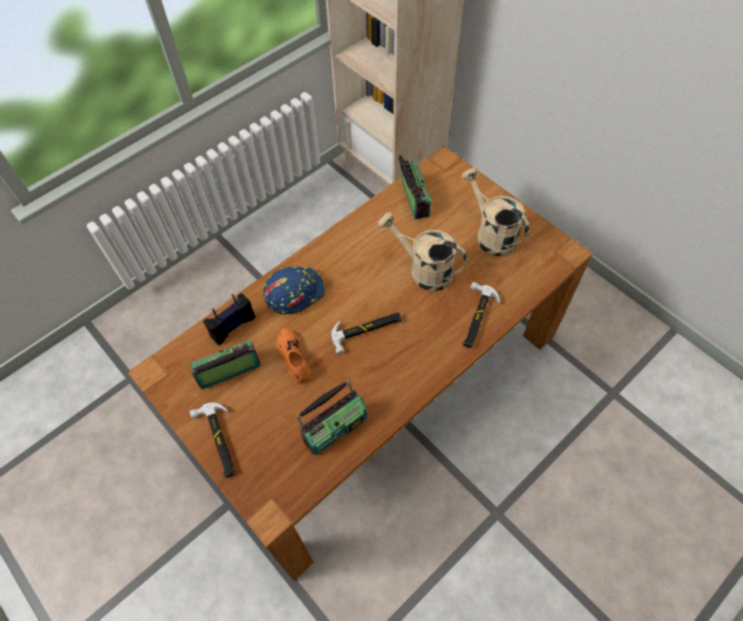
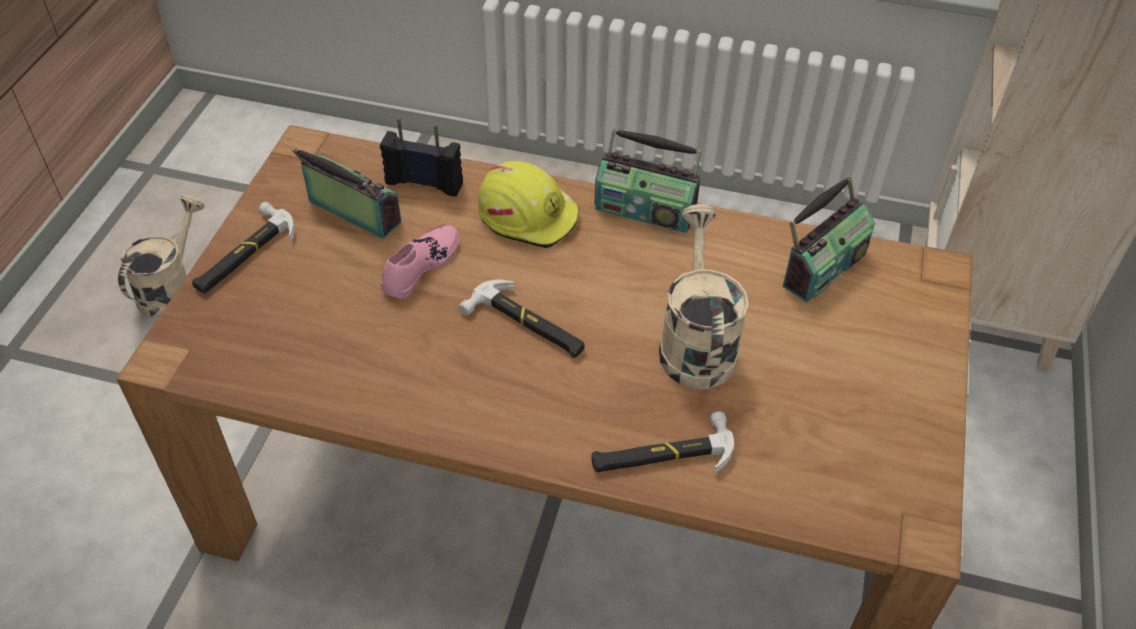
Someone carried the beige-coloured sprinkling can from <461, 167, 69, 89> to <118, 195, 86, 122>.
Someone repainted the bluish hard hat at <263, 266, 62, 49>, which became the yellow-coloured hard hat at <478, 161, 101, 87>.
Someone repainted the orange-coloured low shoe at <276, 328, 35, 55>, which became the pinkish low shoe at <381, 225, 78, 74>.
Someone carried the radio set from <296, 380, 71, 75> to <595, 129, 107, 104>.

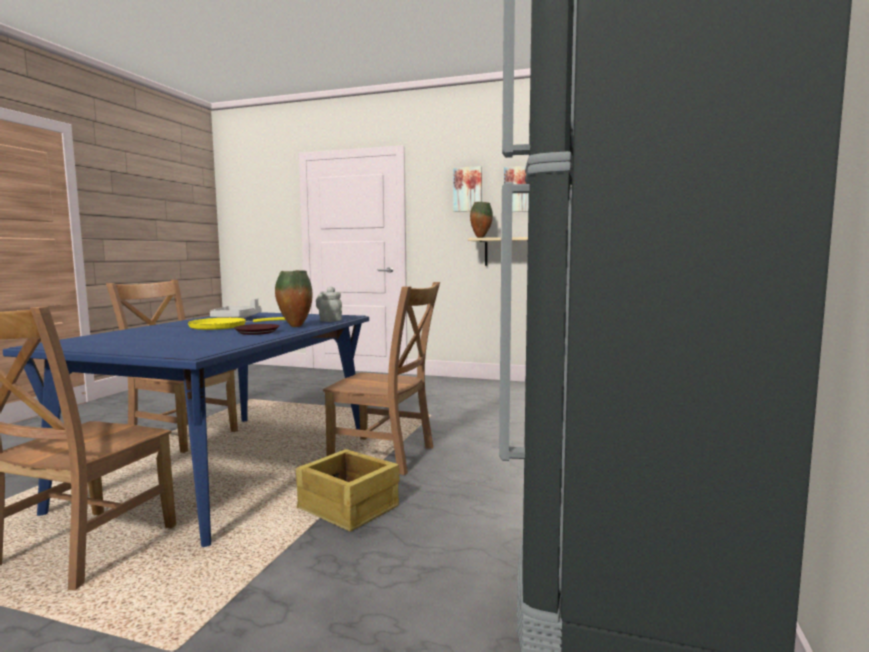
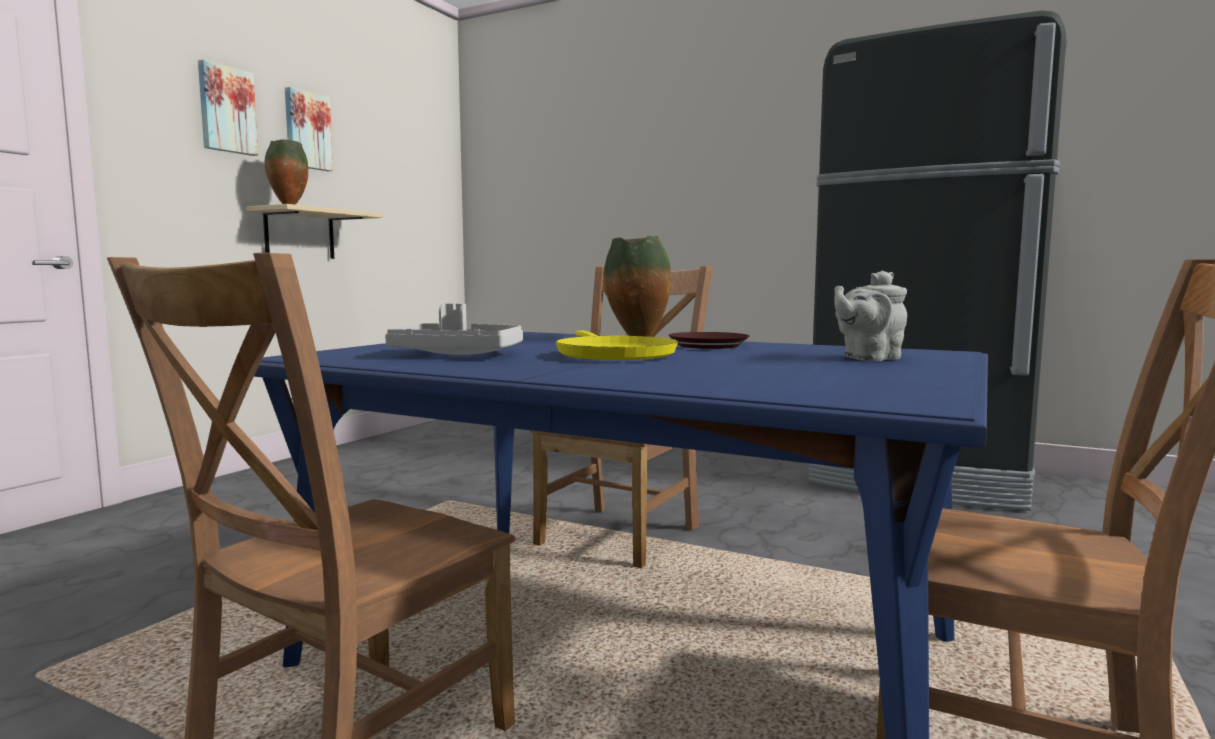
Someone carried the greyish pot for tea from <316, 286, 26, 36> to <834, 270, 73, 91>.
Someone took away the crate at <296, 449, 103, 82>.

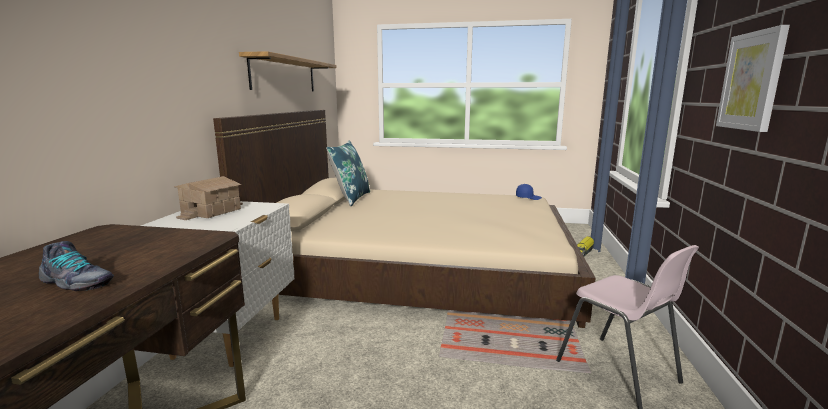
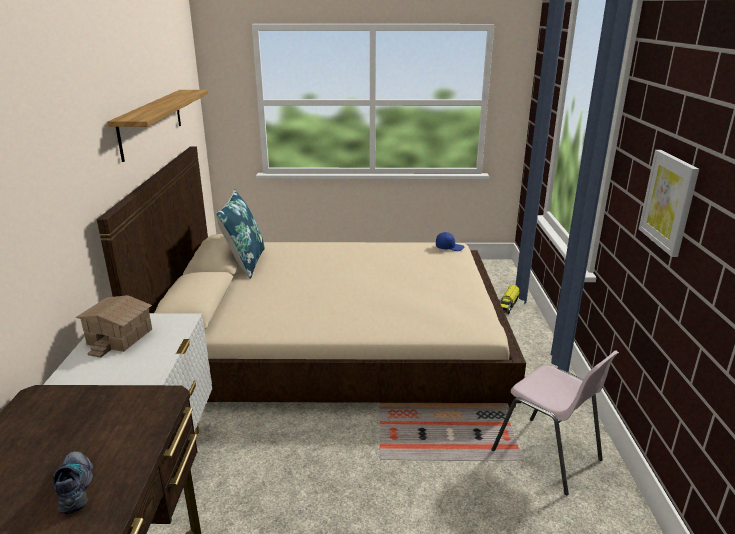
Someone rotated the low shoe at <39, 241, 75, 50> by 120 degrees counterclockwise.

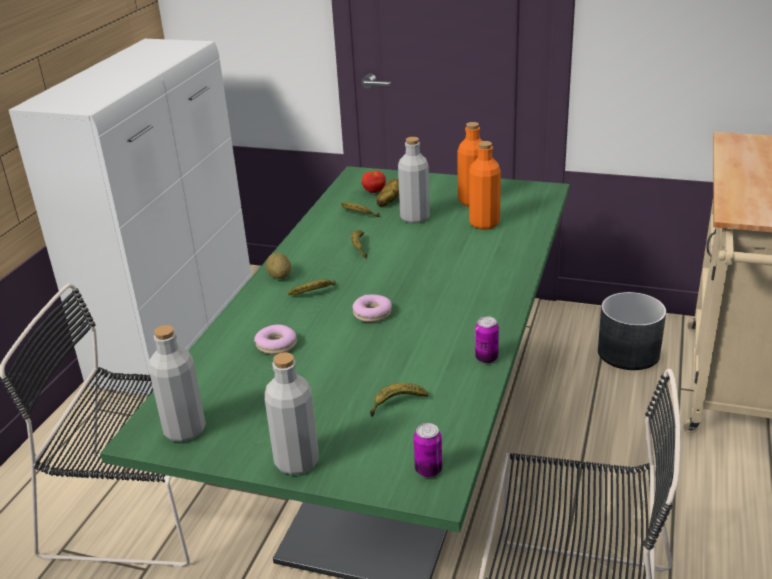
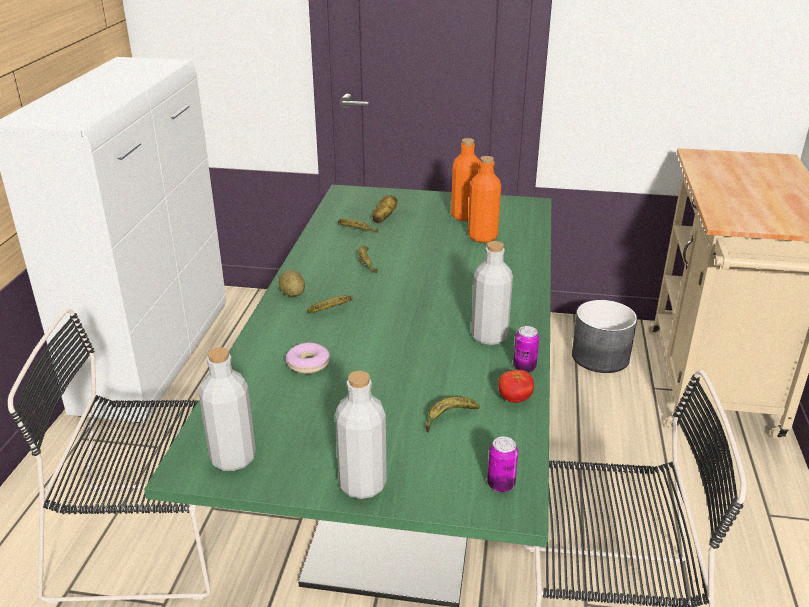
Someone carried the greyish beverage bottle from <398, 137, 32, 87> to <471, 241, 42, 104>.
Someone carried the whole tomato from <362, 171, 24, 22> to <498, 370, 36, 33>.
Someone took away the doughnut at <353, 295, 39, 27>.

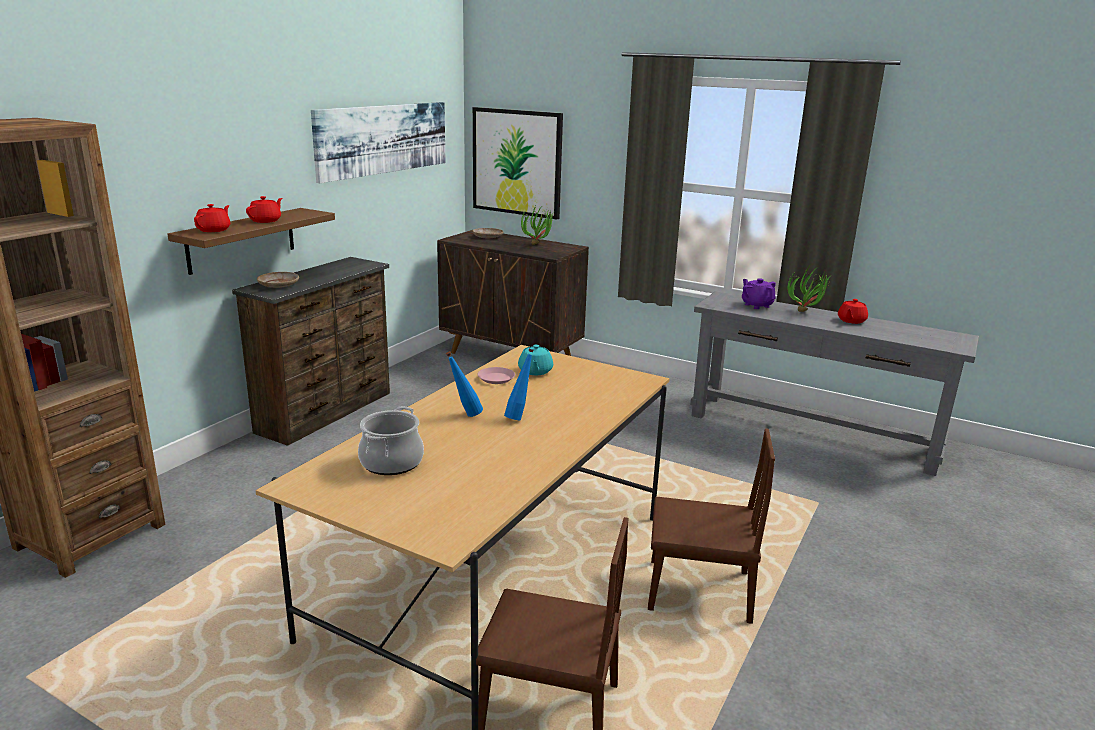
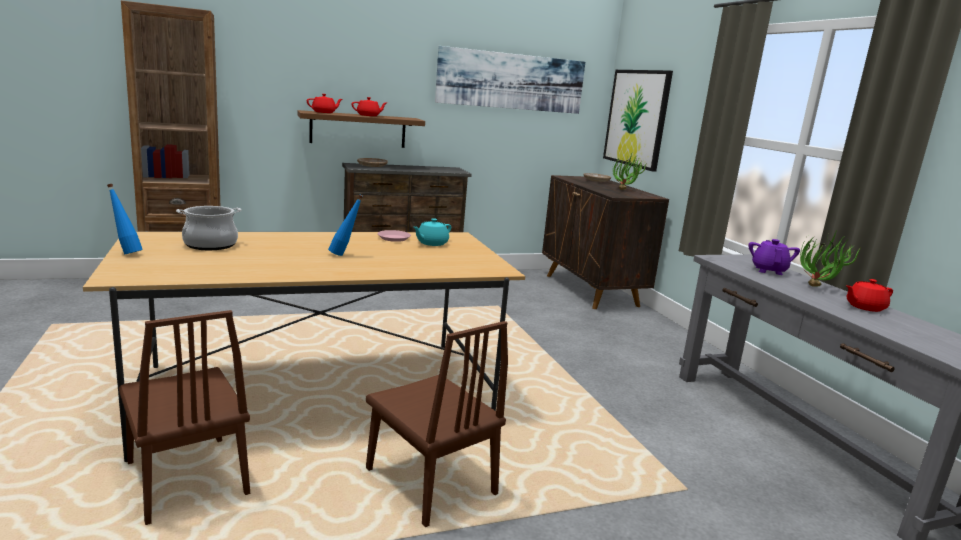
Someone carried the bluish beverage bottle from <446, 351, 37, 66> to <107, 184, 36, 71>.

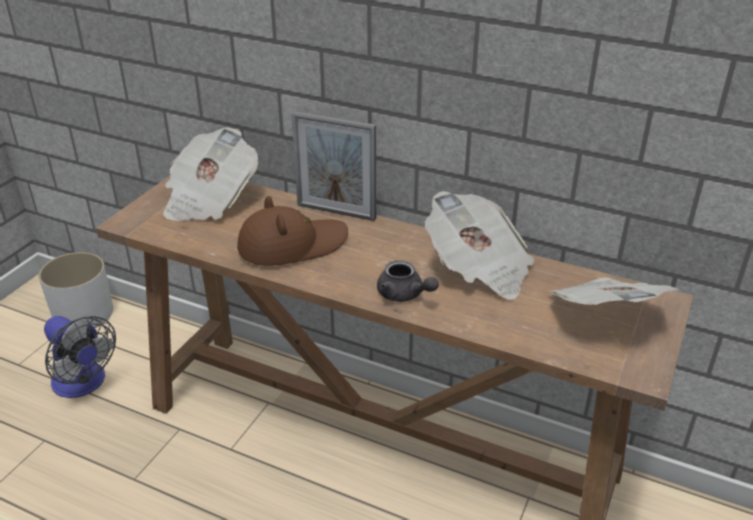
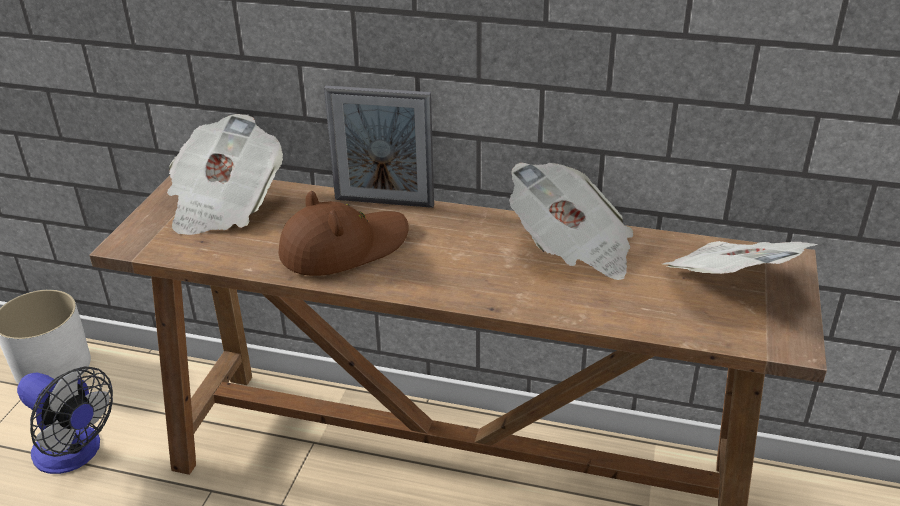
Someone took away the greyish pot for tea at <377, 260, 62, 42>.

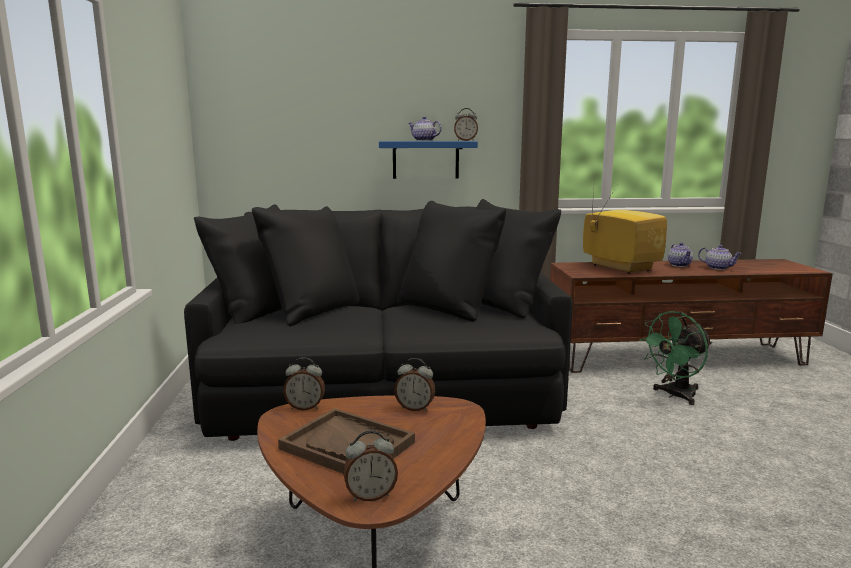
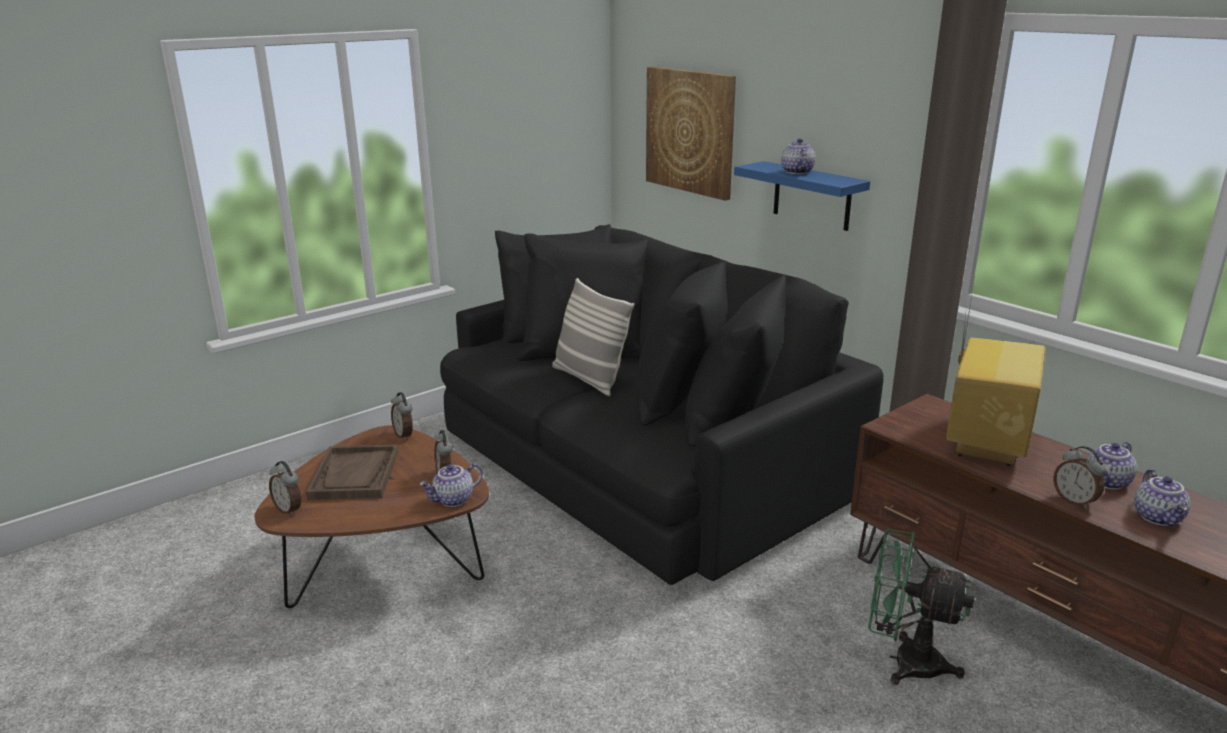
Someone carried the table clock from <454, 108, 24, 33> to <1053, 446, 53, 63>.
Someone put up the wall art at <646, 67, 90, 134>.
Someone put down the cushion at <552, 278, 82, 118>.
Someone put down the pot for tea at <419, 463, 64, 44>.

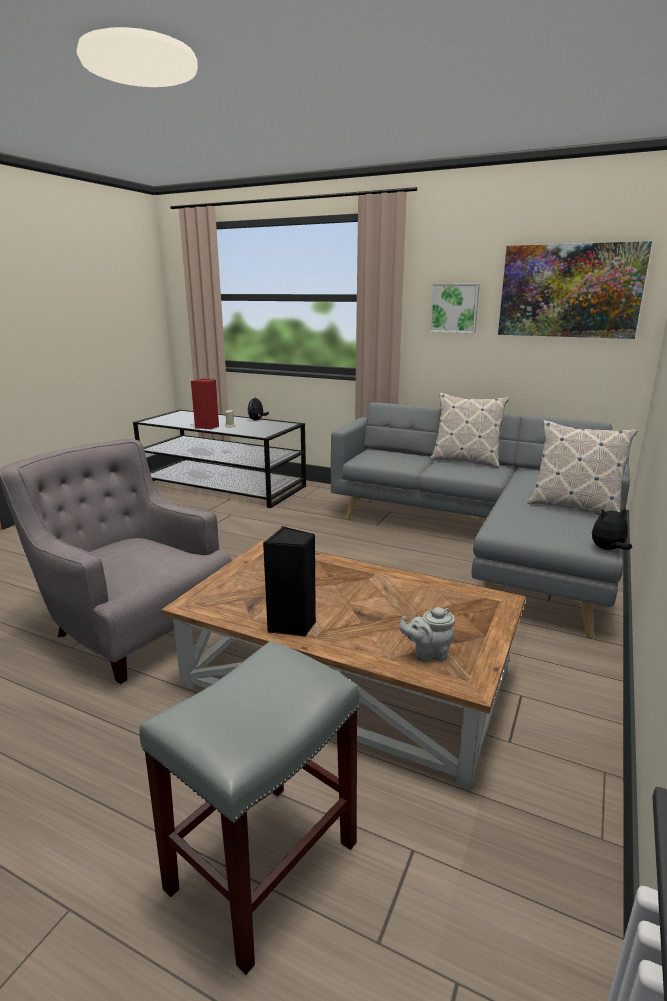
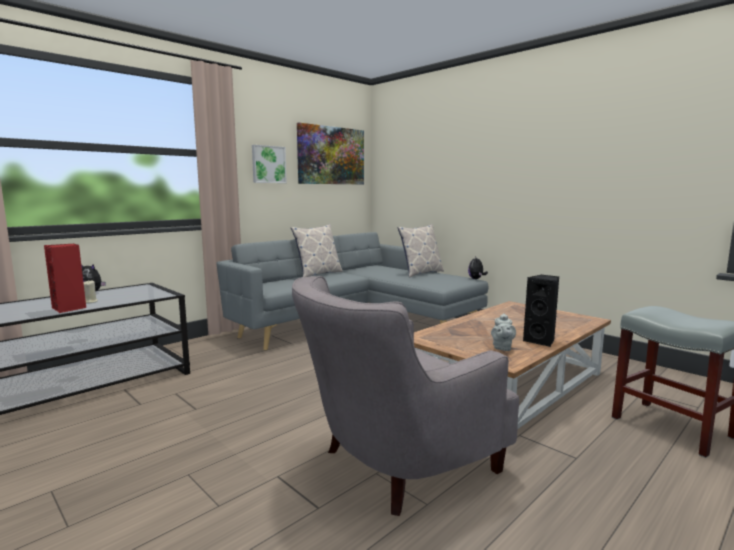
Someone carried the greyish pot for tea from <399, 607, 56, 55> to <491, 313, 25, 38>.

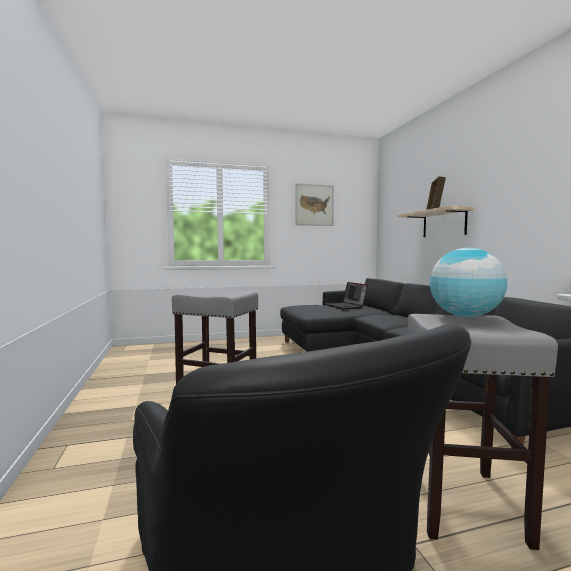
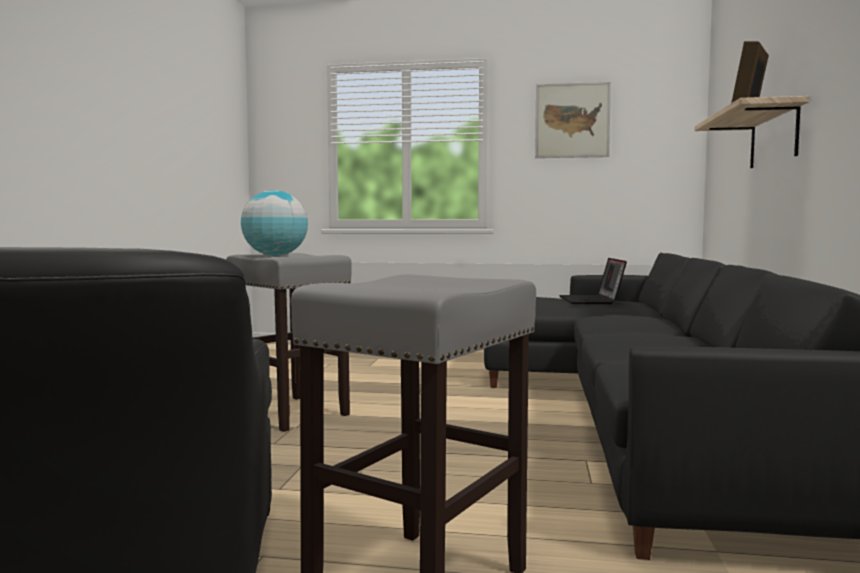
Someone carried the desk globe from <430, 248, 77, 69> to <241, 190, 67, 66>.

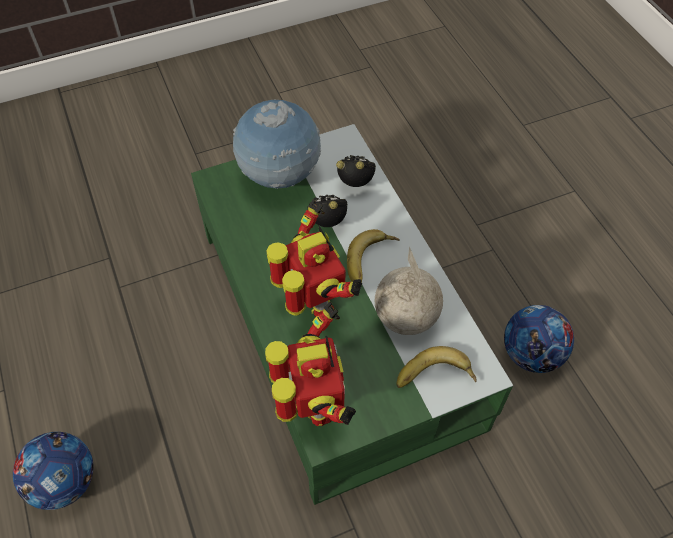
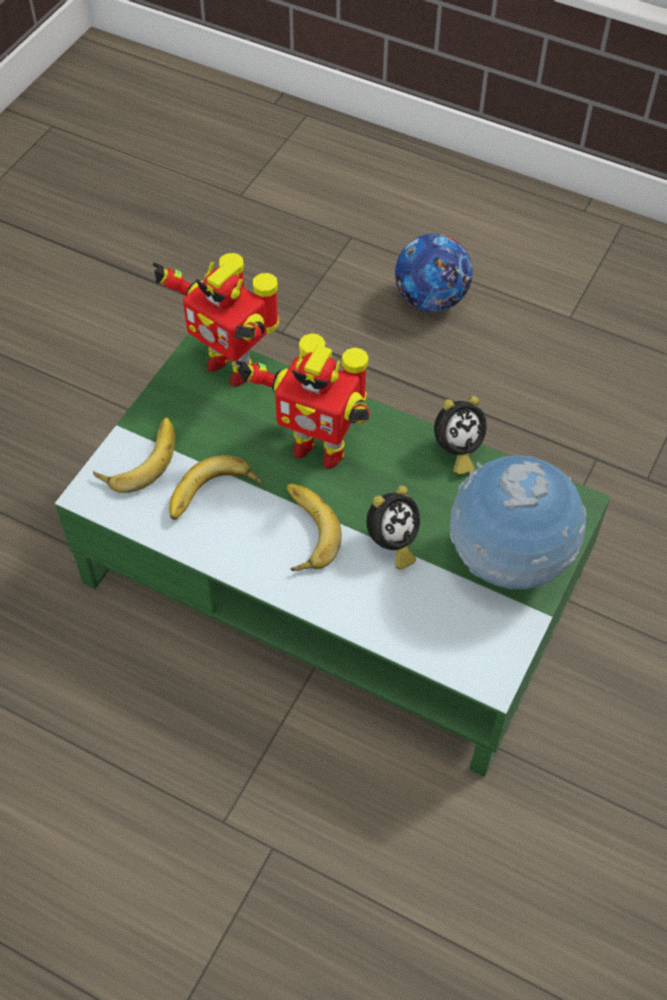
Someone carried the table clock from <336, 155, 40, 32> to <434, 396, 53, 78>.
Someone swapped the desk globe at <375, 246, 68, 89> for the whole banana at <169, 455, 93, 65>.
Someone took away the football ball at <504, 305, 70, 68>.

